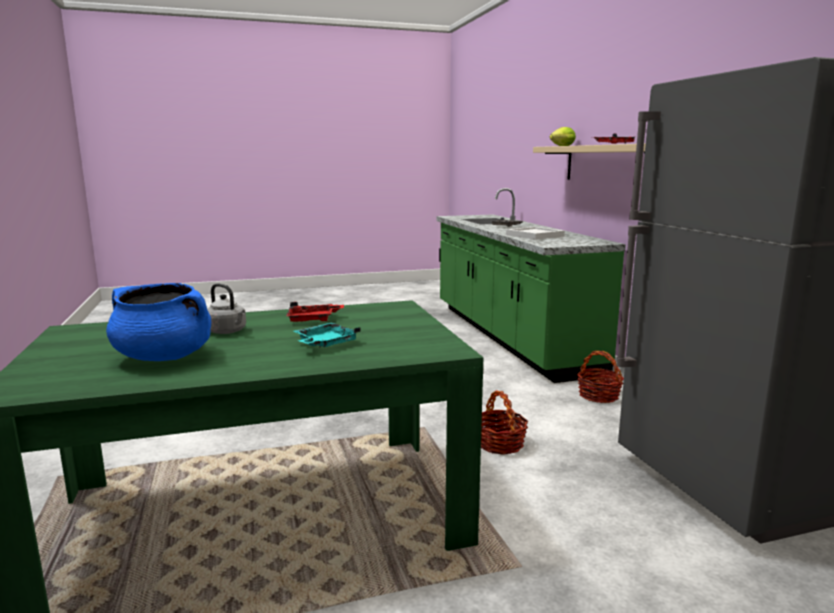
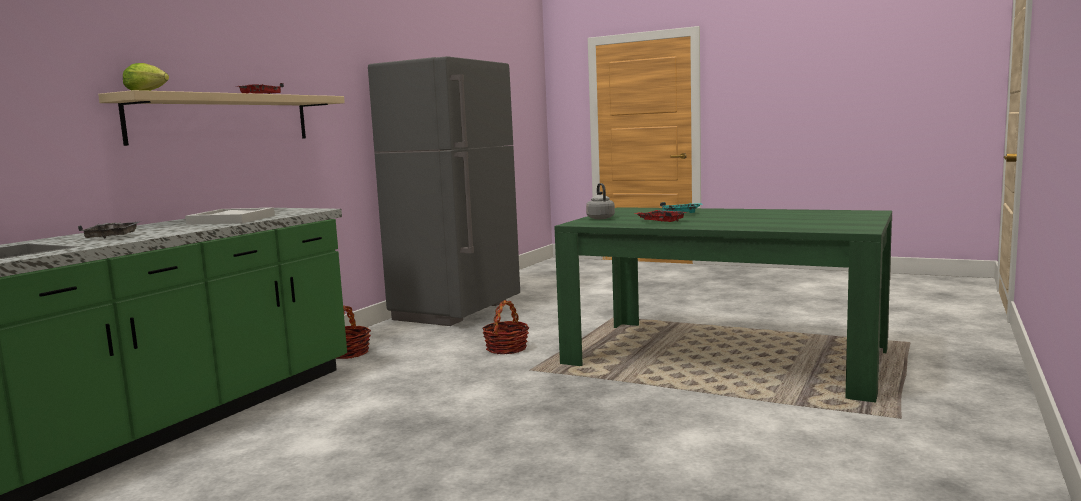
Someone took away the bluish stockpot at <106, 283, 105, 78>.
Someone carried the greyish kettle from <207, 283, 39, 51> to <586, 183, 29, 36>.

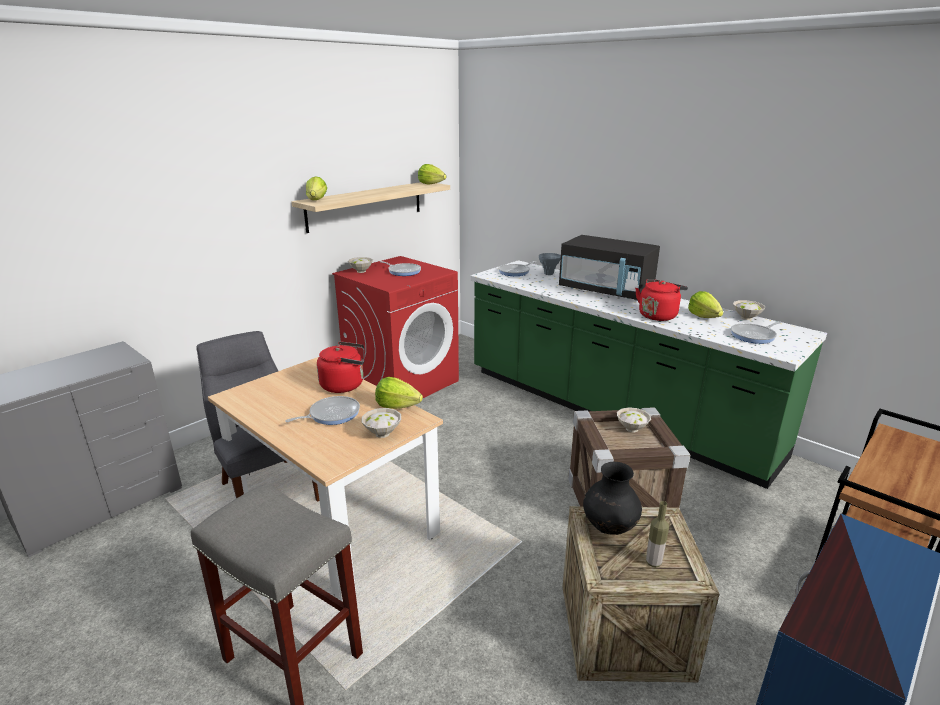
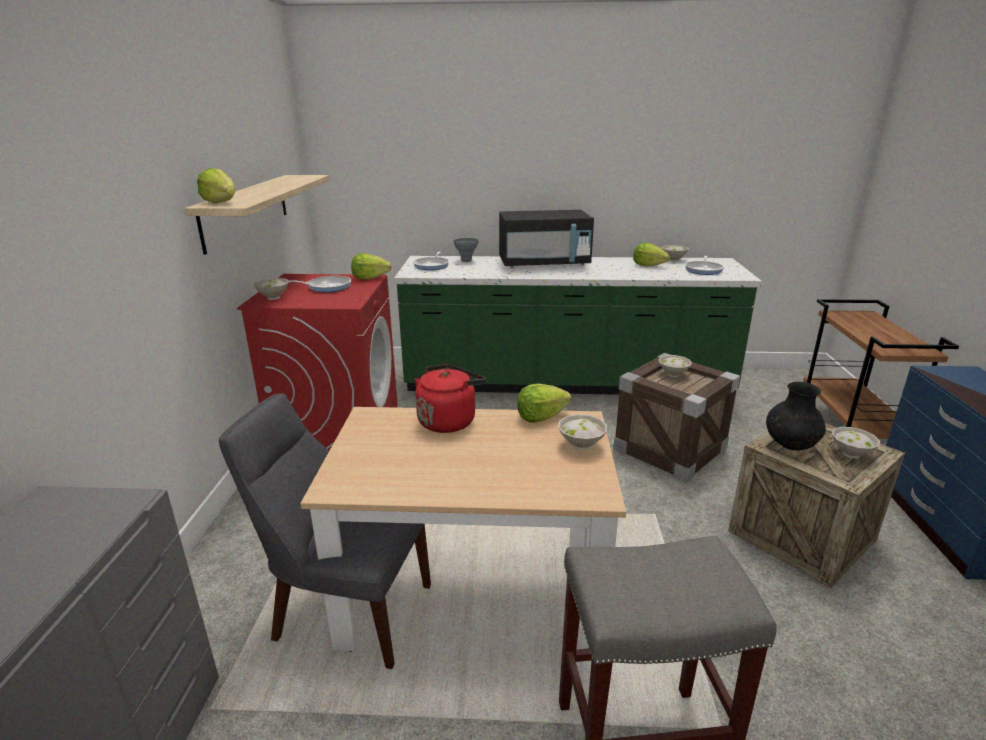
Someone carried the lettuce head from <418, 164, 28, 21> to <351, 253, 41, 27>.
Someone took away the red-coloured kettle at <635, 279, 53, 42>.
Someone took away the pan at <285, 396, 75, 29>.
Someone swapped the beverage bottle at <646, 501, 23, 66> for the white-coloured bowl at <832, 427, 48, 31>.

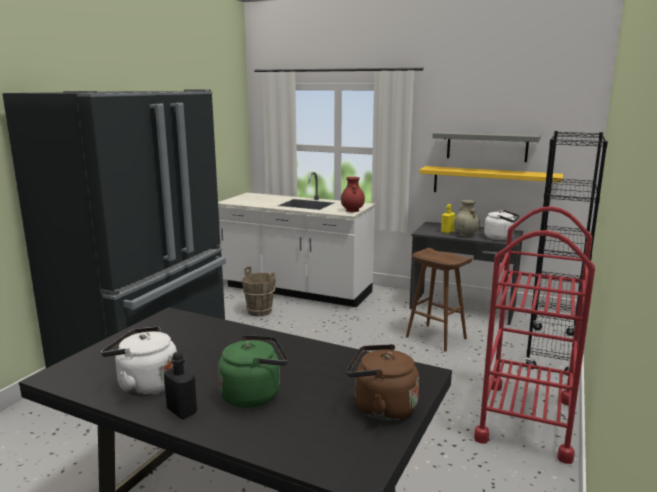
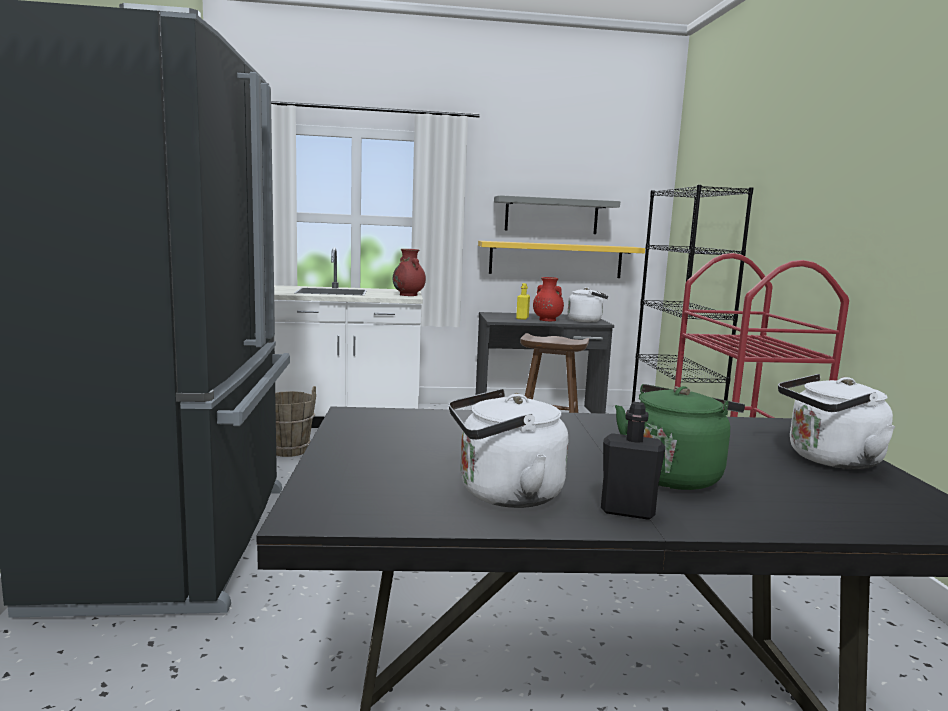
Someone repainted the beige-coloured decorative vase at <454, 200, 26, 37>, which became the red-coloured decorative vase at <533, 277, 31, 44>.
Someone repainted the brown-coloured kettle at <346, 344, 73, 77>, which became the white-coloured kettle at <778, 374, 118, 95>.

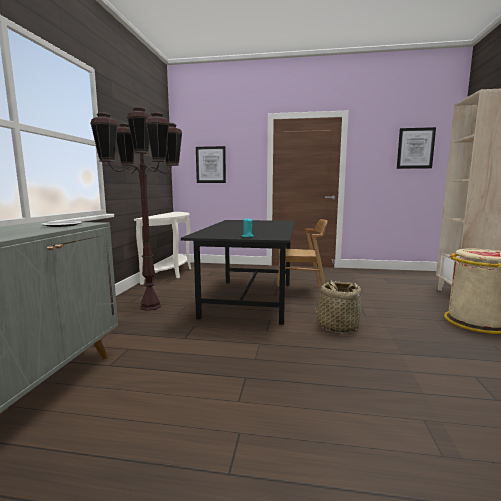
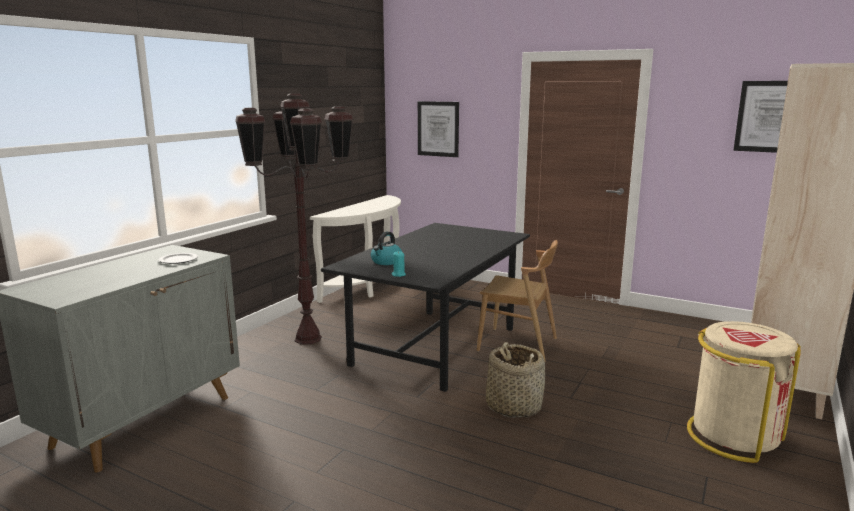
Someone put down the kettle at <371, 232, 31, 33>.

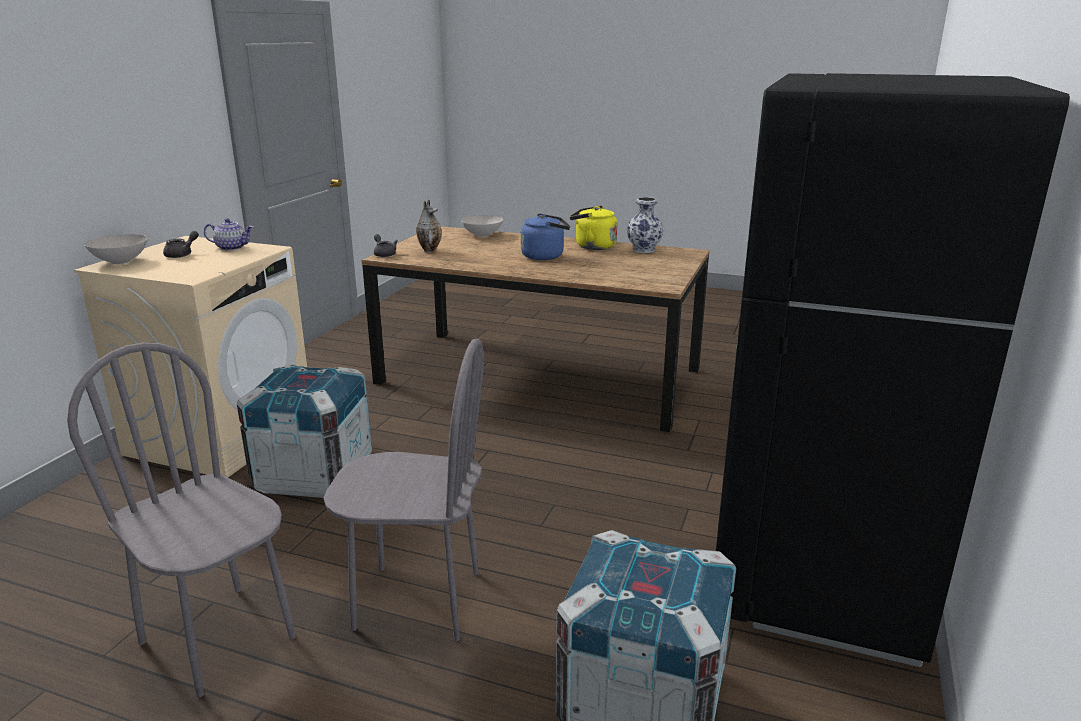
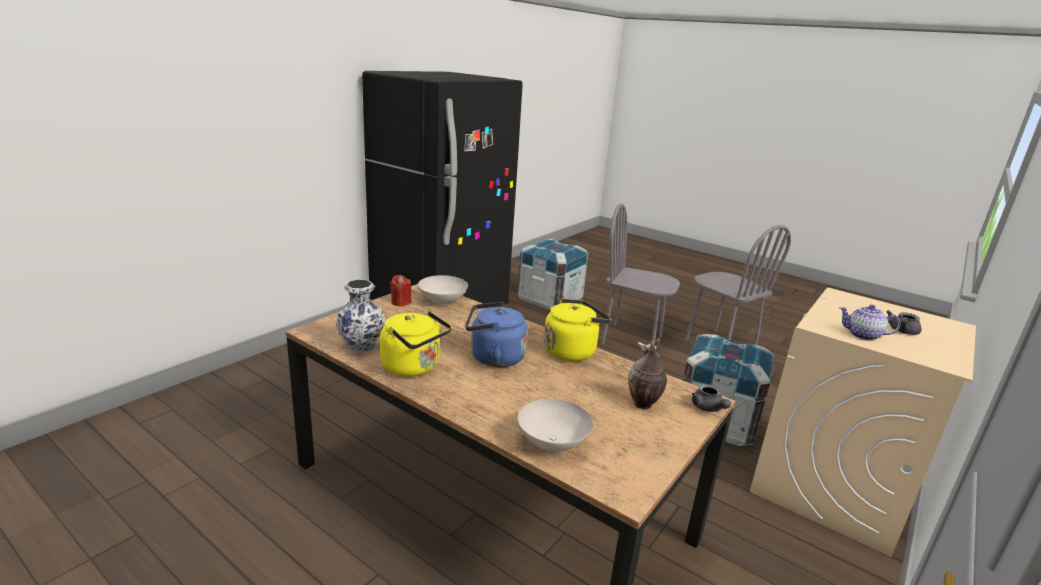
Someone carried the white-coloured bowl from <84, 234, 64, 30> to <418, 275, 50, 30>.
Someone put down the red-coloured wax light at <390, 275, 22, 31>.
Someone put down the yellow-coloured kettle at <544, 298, 68, 63>.

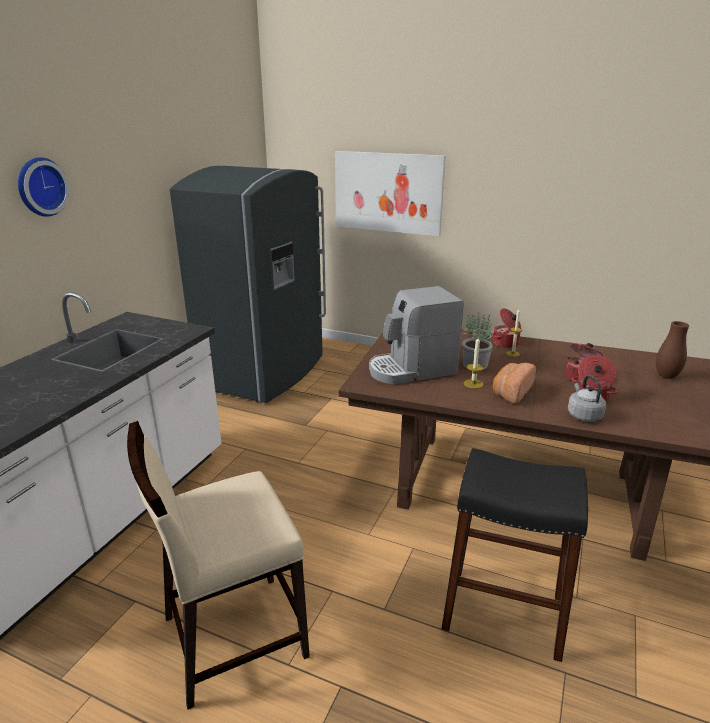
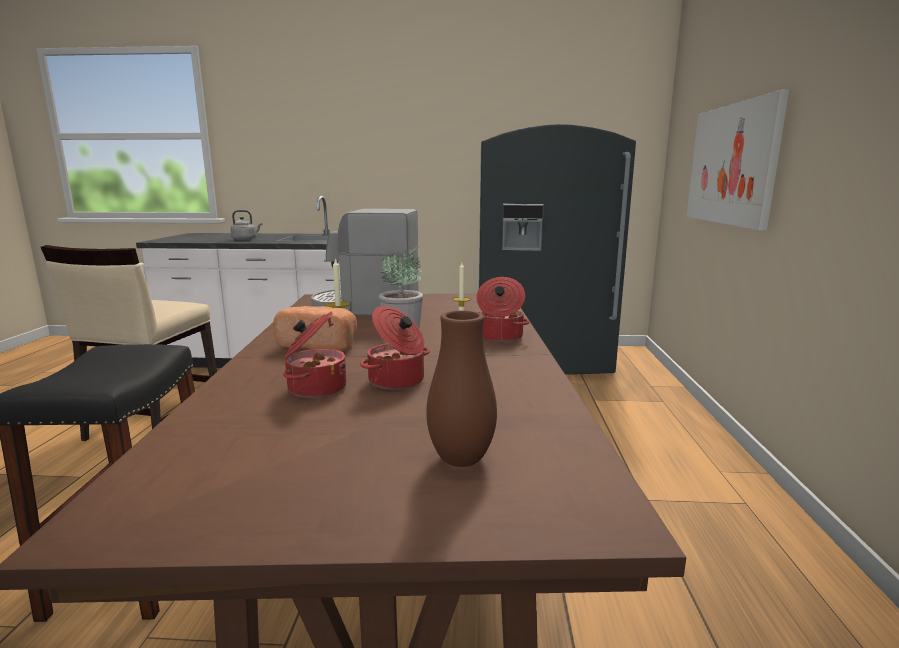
Someone took away the clock on the wall at <18, 158, 52, 59>.
Someone rotated the coffee machine at <369, 286, 95, 98> by 45 degrees counterclockwise.
Someone carried the greyish kettle from <568, 375, 38, 47> to <230, 210, 32, 30>.
Someone rotated the beige-coloured chair at <127, 421, 183, 289> by 120 degrees counterclockwise.

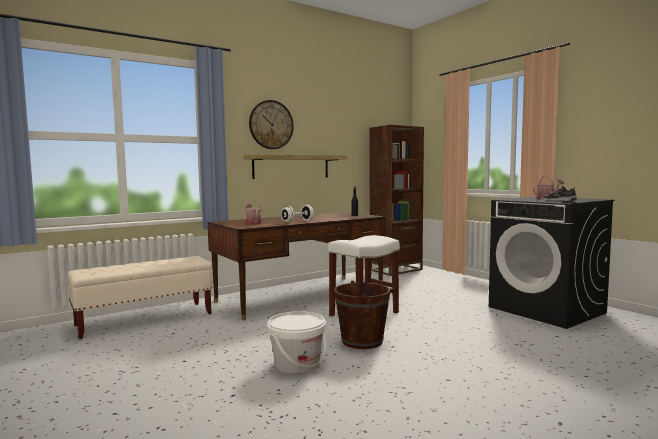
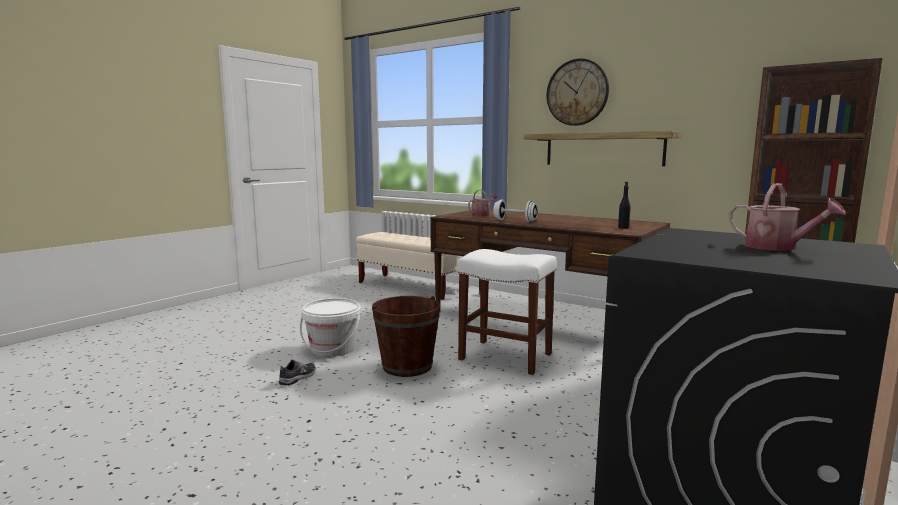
Someone carried the low shoe from <541, 186, 36, 15> to <279, 360, 37, 25>.

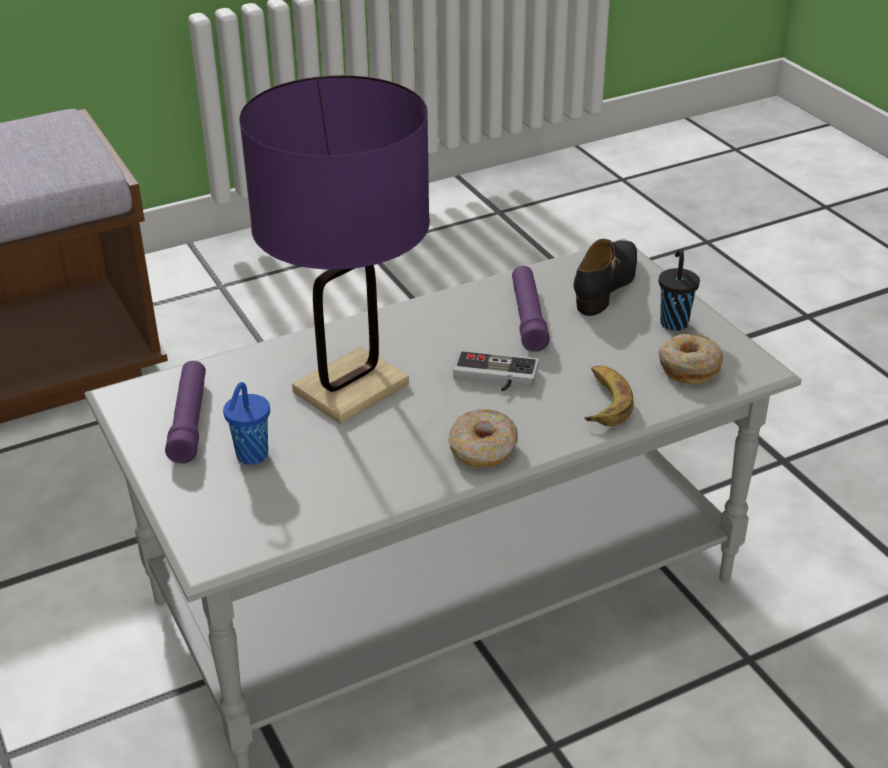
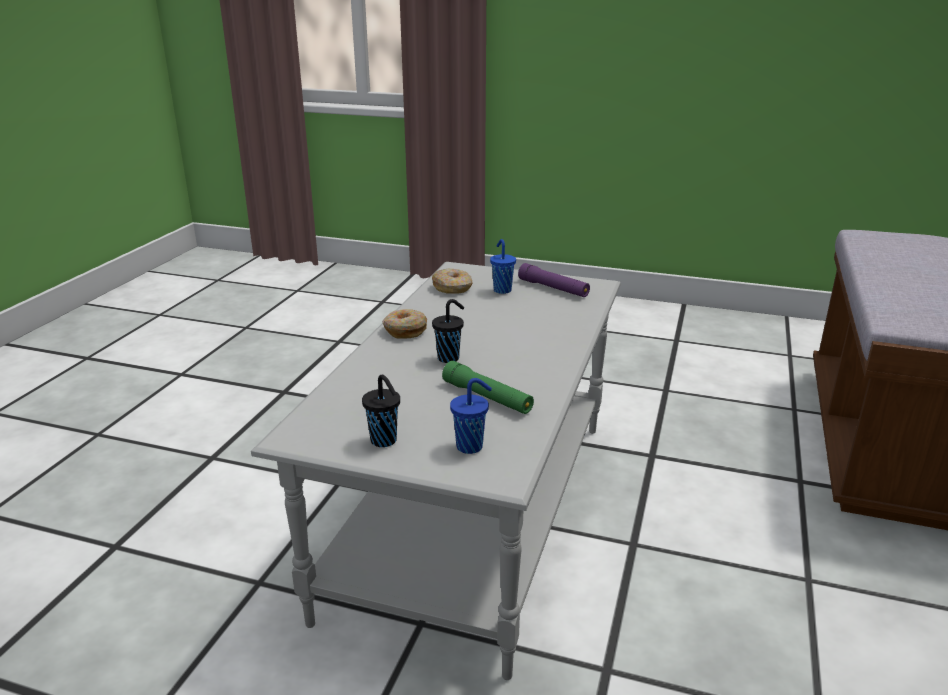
Someone took away the purple-coloured table lamp at <239, 75, 191, 349>.
Someone swapped the black low shoe at <574, 239, 63, 77> for the bluish drinking cup at <450, 378, 42, 76>.
Someone repainted the purple-coloured torch at <512, 266, 38, 86>, which became the greenish torch at <442, 361, 92, 53>.
Someone carried the doughnut from <659, 334, 64, 50> to <432, 269, 40, 25>.
Someone swapped the joypad at <453, 350, 86, 42> for the black drinking cup at <432, 299, 32, 64>.
Someone took away the whole banana at <584, 366, 50, 60>.

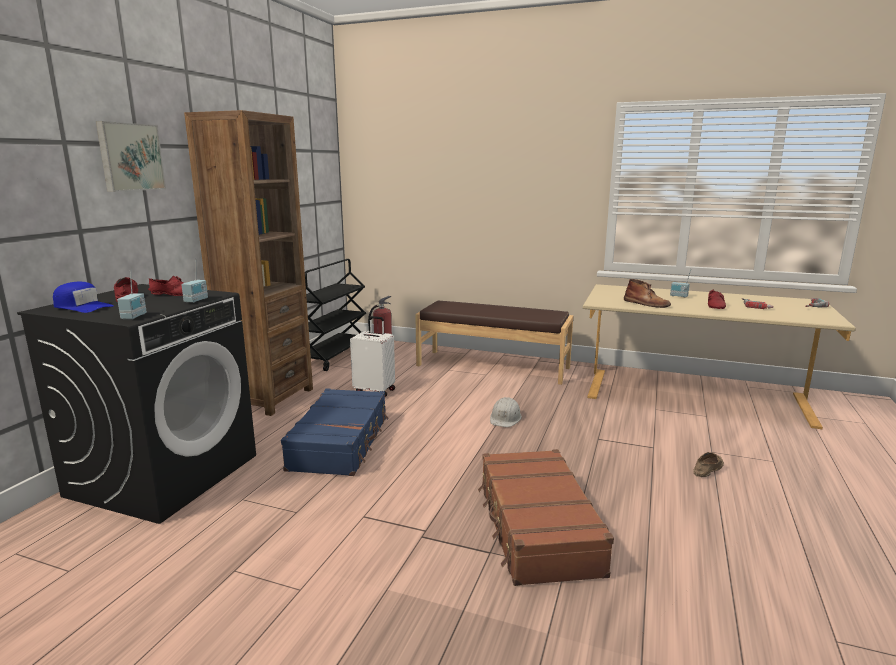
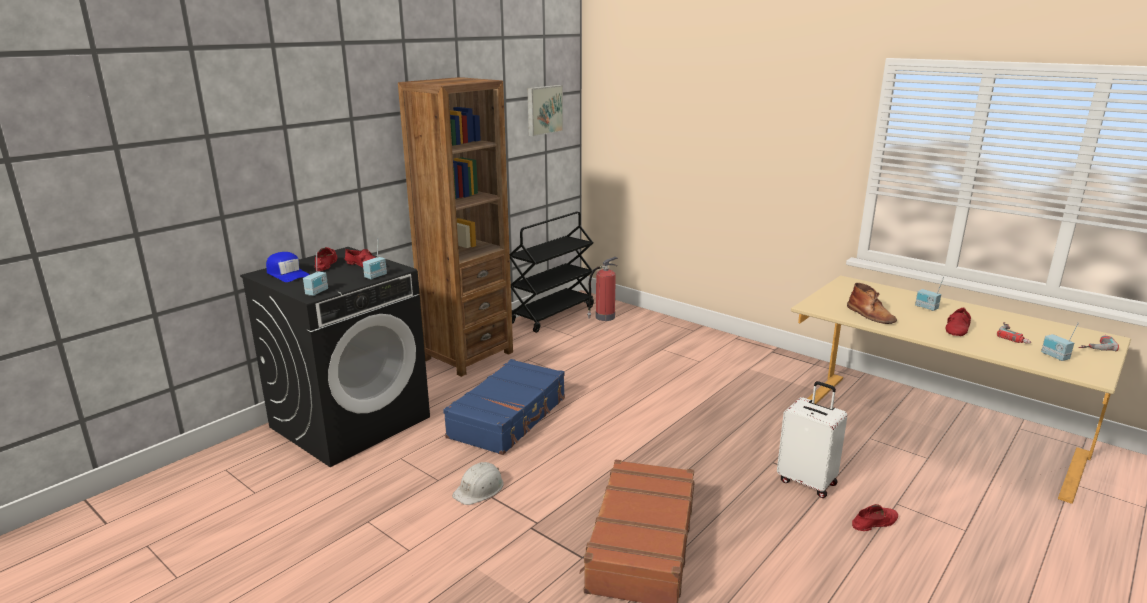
Someone carried the wall art from <96, 121, 70, 71> to <528, 85, 35, 51>.
Someone took away the brown-coloured indoor bench at <415, 301, 158, 84>.
Someone carried the white-coloured travel case from <350, 316, 45, 81> to <777, 381, 71, 117>.
Someone carried the white-coloured hard hat from <490, 397, 32, 30> to <452, 462, 52, 43>.
Someone repainted the beige-coloured low shoe at <693, 452, 31, 25>, which became the red-coloured low shoe at <852, 504, 46, 27>.
Someone put down the radio set at <1041, 323, 38, 38>.

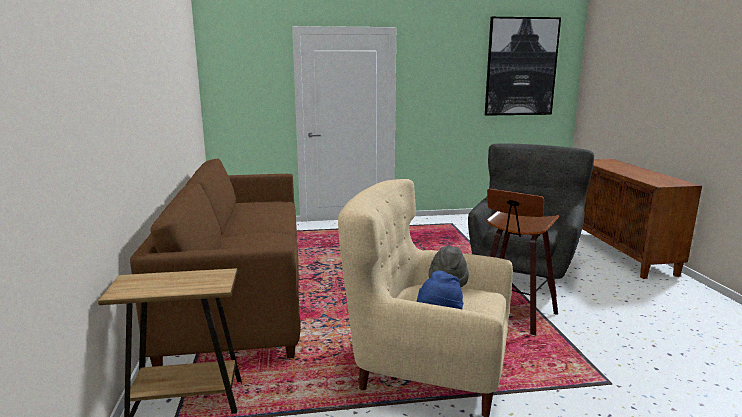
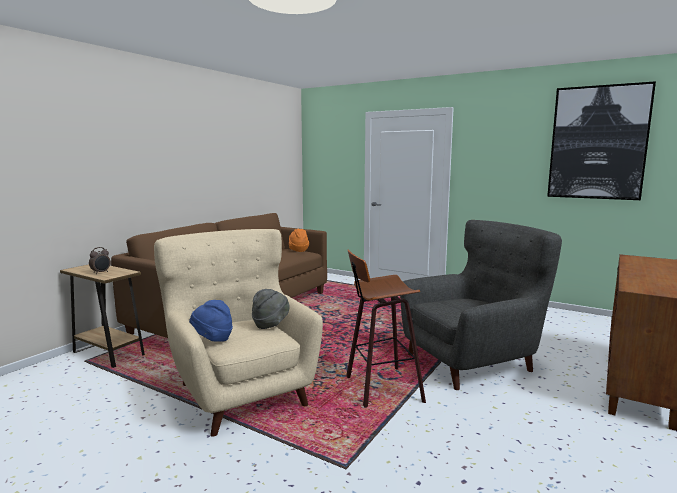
Someone put down the orange-coloured hat at <289, 229, 20, 23>.
Someone put down the table clock at <89, 247, 21, 27>.

